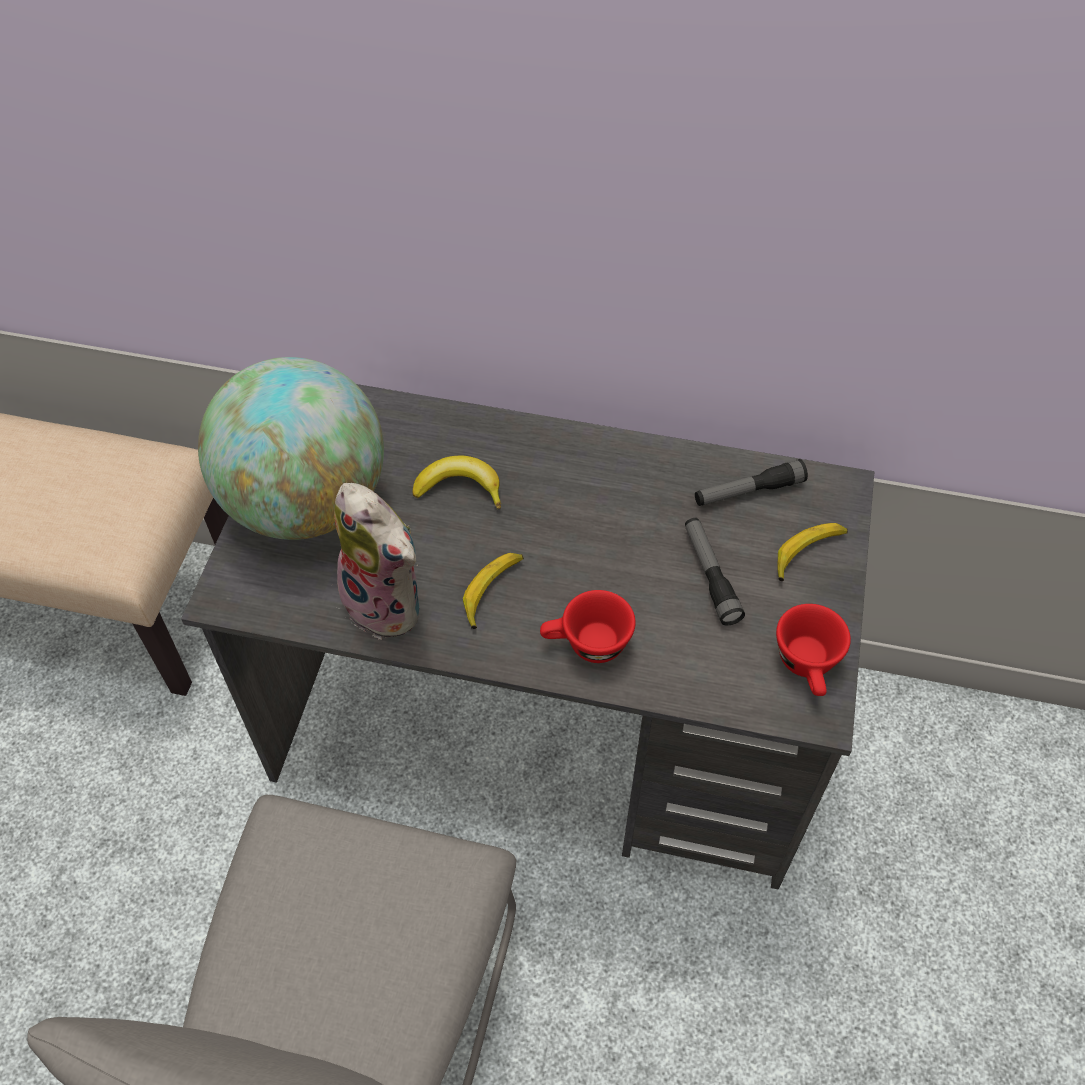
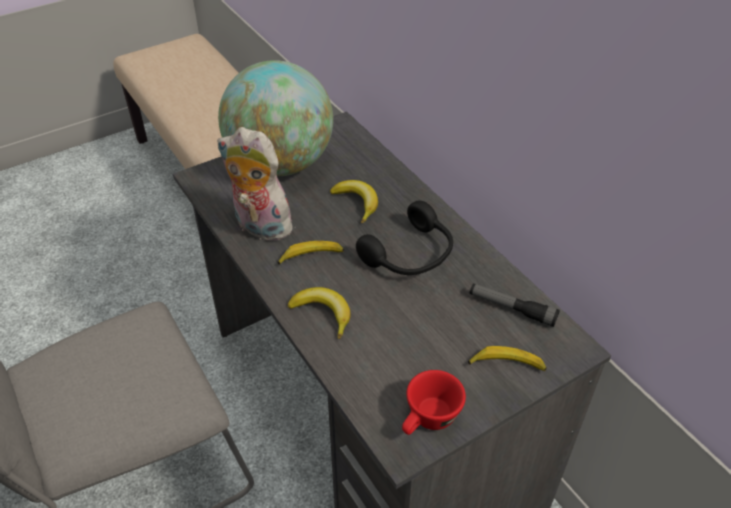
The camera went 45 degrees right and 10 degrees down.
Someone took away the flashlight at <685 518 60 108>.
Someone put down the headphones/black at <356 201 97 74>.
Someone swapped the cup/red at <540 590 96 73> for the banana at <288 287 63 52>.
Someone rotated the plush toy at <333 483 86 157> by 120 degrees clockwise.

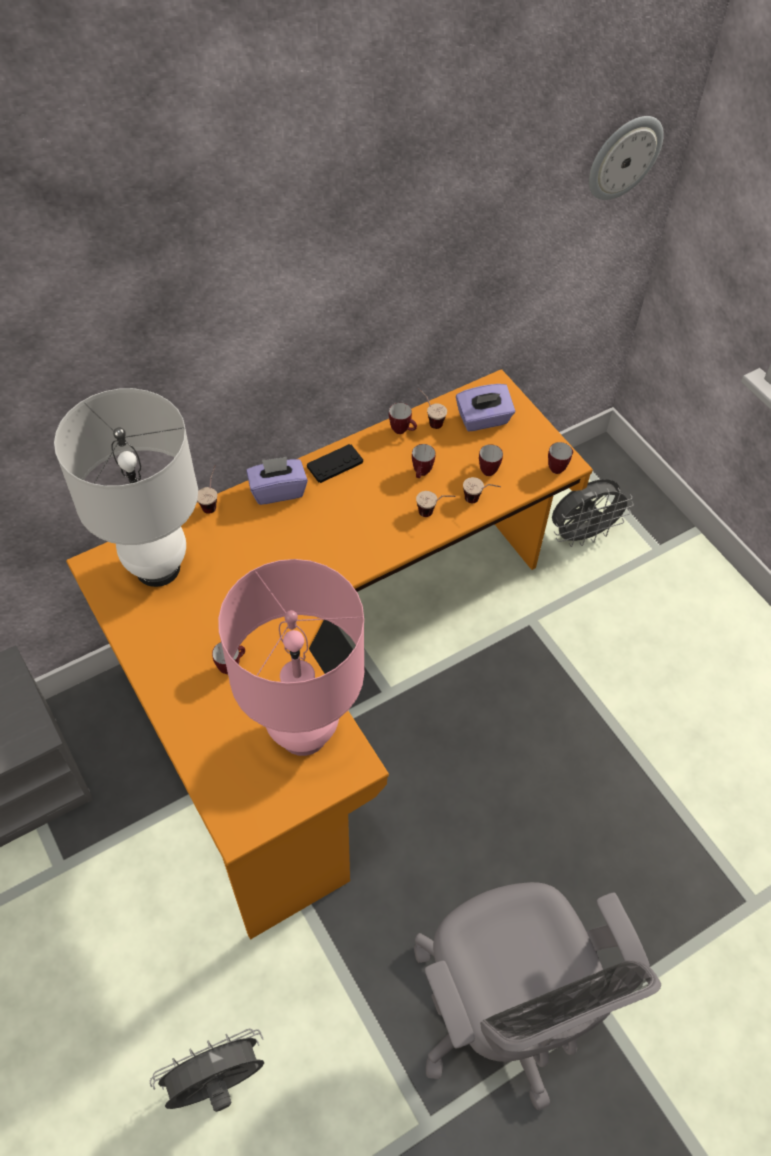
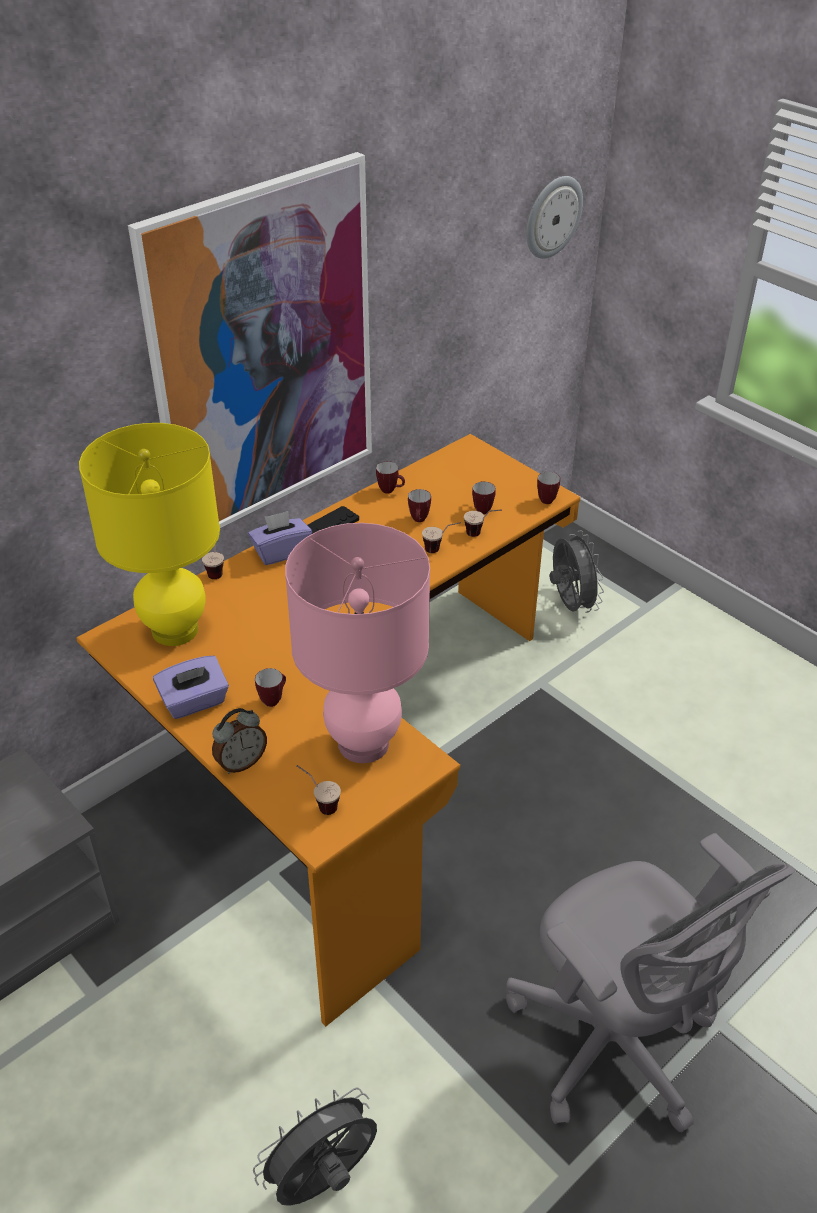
The camera went 10 degrees left and 15 degrees down.
Someone put up the picture at <128 152 244 376>.
Someone put down the alarm clock at <212 708 55 66>.
Someone carried the cup from <417 388 30 41> to <296 765 45 50>.
Someone carried the tissue box/purple from <456 384 59 48> to <153 656 76 63>.
Someone repainted the table lamp/white at <54 388 144 199>, which became the table lamp/yellow at <79 423 141 223>.
Someone rotated the fan/grey at <552 479 82 68> by 75 degrees counterclockwise.

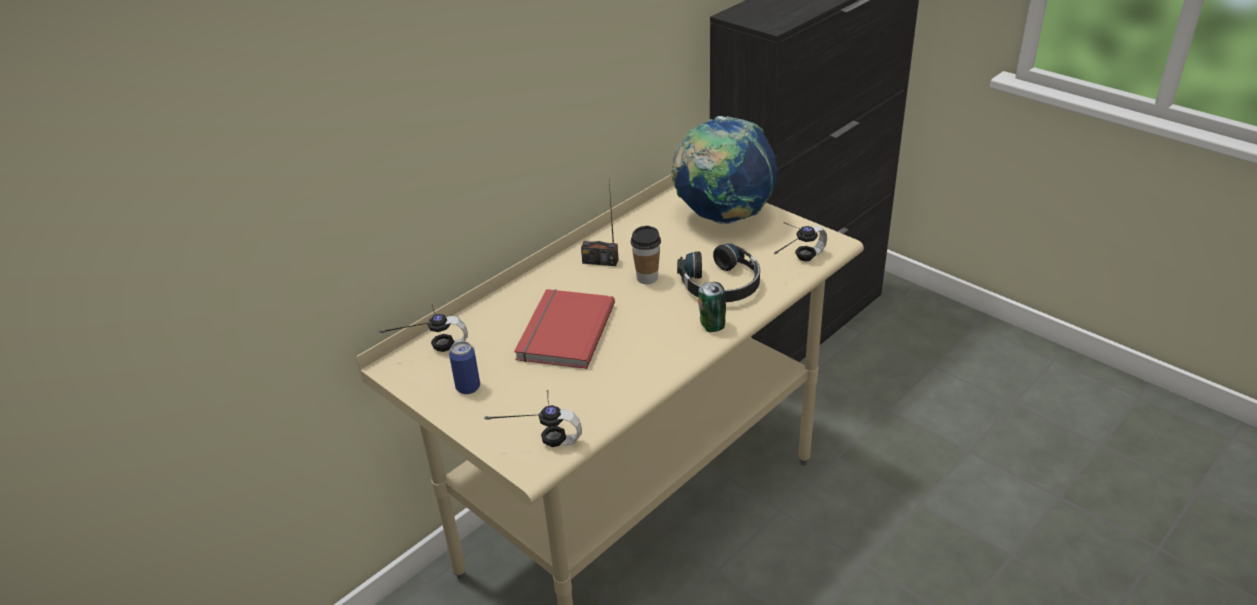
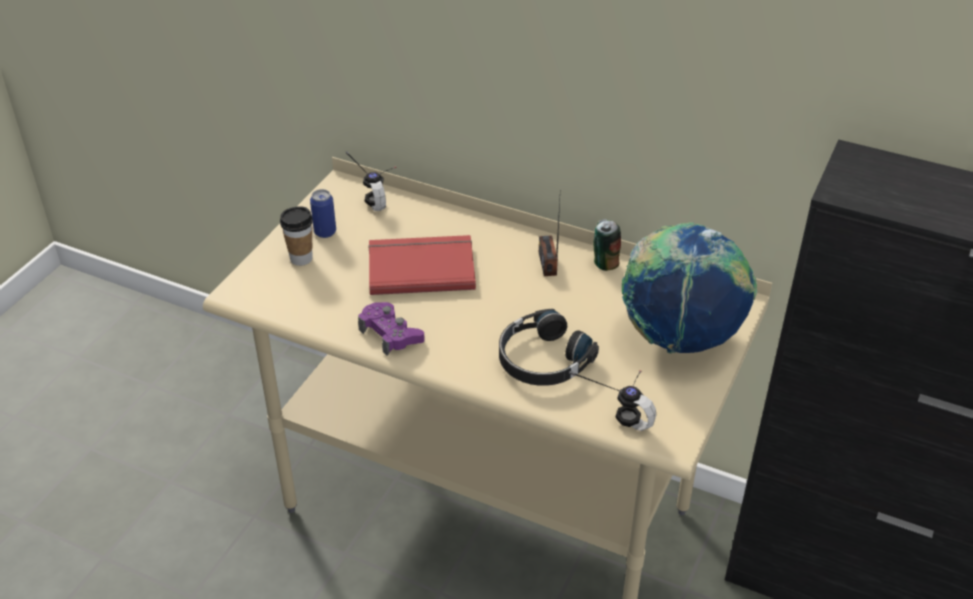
The camera went 70 degrees right and 5 degrees up.
Someone took away the headphones at <484 390 98 57>.
Someone put down the game controller/purple at <358 302 67 54>.
Someone carried the cup from <631 226 30 58> to <280 206 33 60>.
Someone carried the can from <698 282 28 50> to <593 219 28 52>.

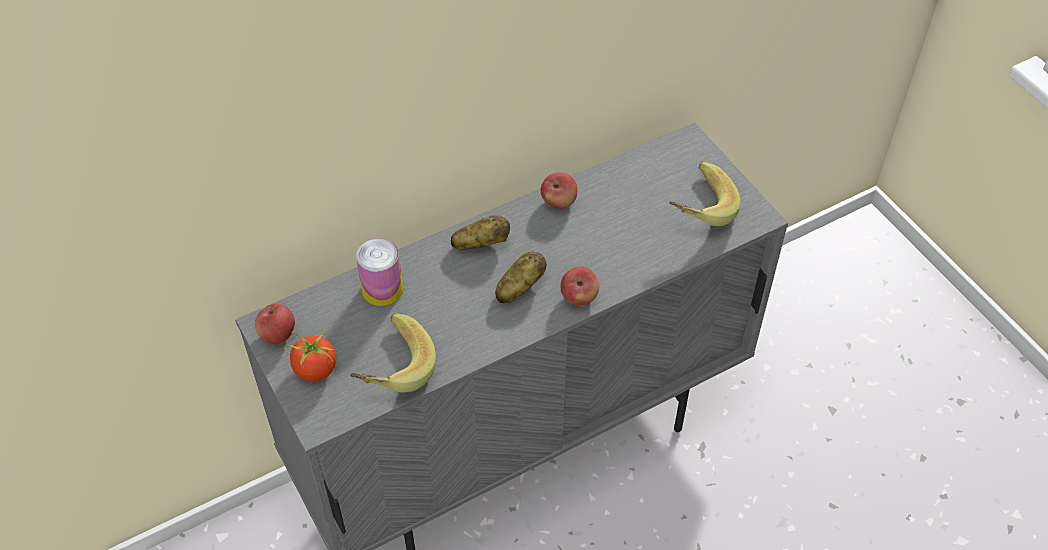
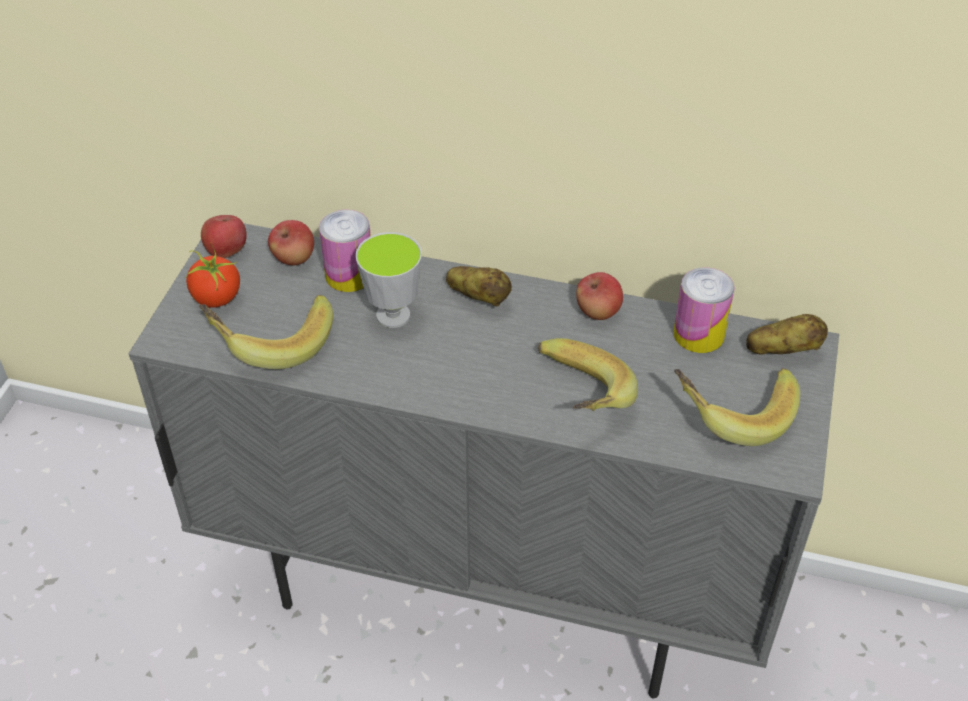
The camera went 45 degrees right and 5 degrees down.
Someone put down the cup at <355 232 67 96>.
Someone put down the banana at <538 338 100 73>.
Someone put down the can at <673 267 62 86>.
Someone carried the potato from <495 252 52 51> to <746 314 82 41>.
Someone carried the apple from <561 266 39 39> to <268 220 46 45>.

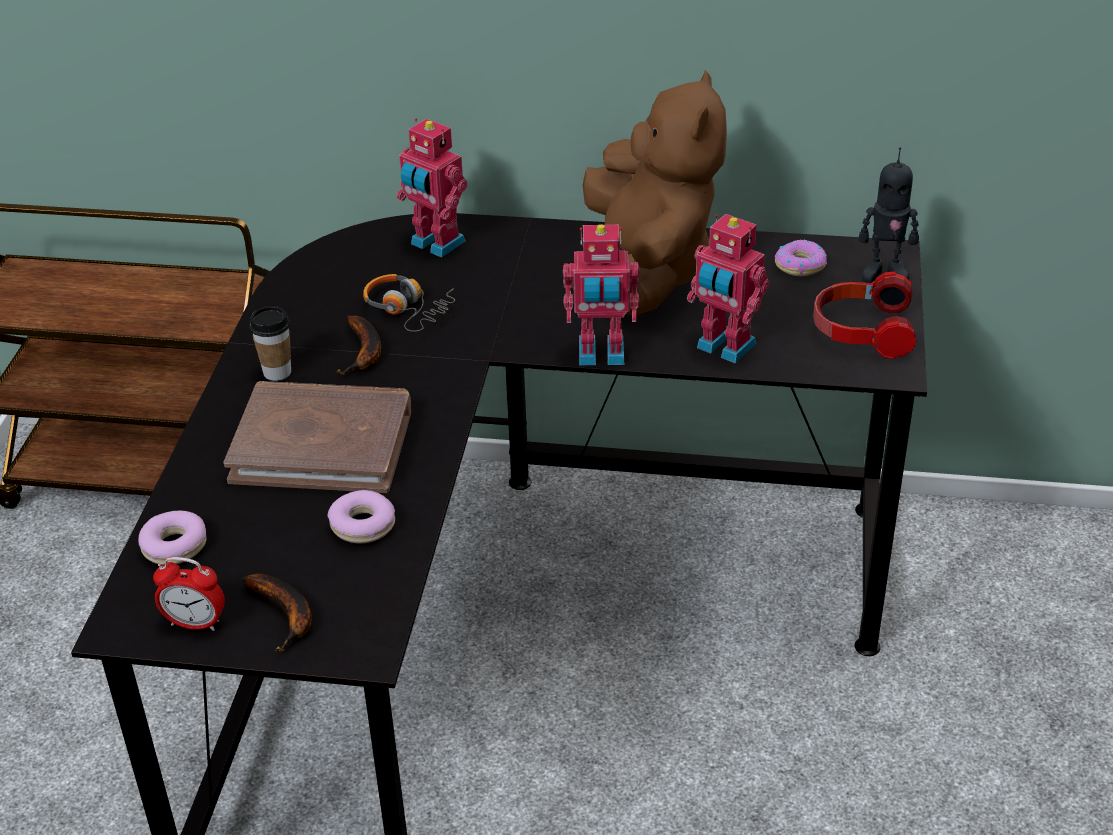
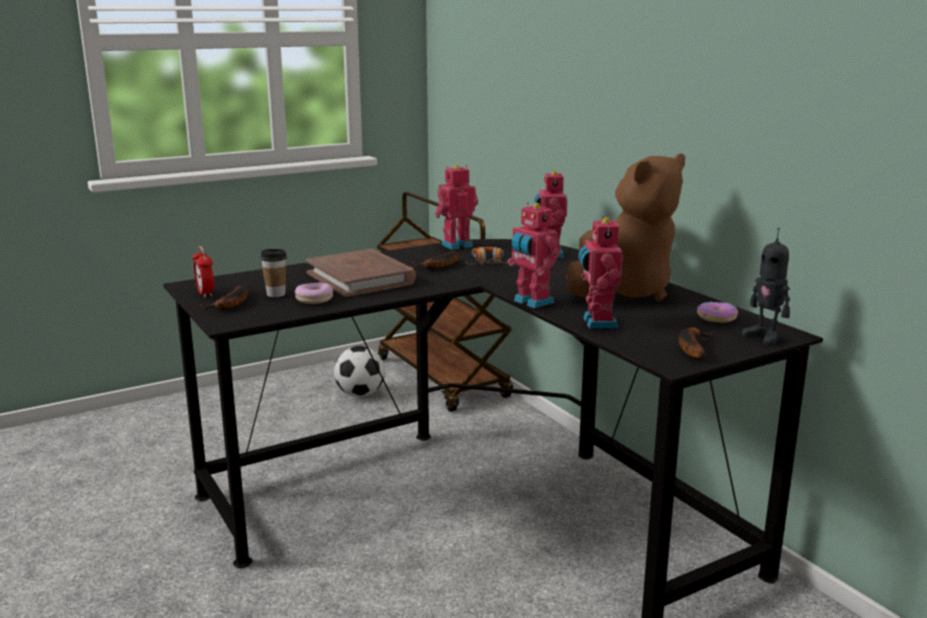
The camera went 50 degrees right and 20 degrees down.
Someone took away the donut at <138 510 68 55>.
Someone put down the football at <334 346 51 51>.
Someone put down the toy robot at <435 165 43 85>.
Someone carried the cup from <249 306 42 75> to <260 249 27 48>.
Someone swapped the headphones at <813 271 103 88> for the banana at <679 327 37 31>.

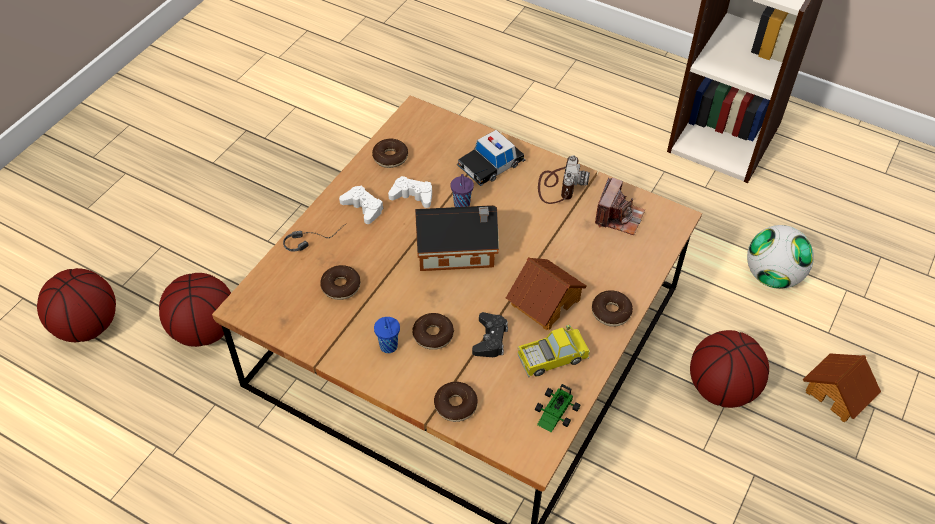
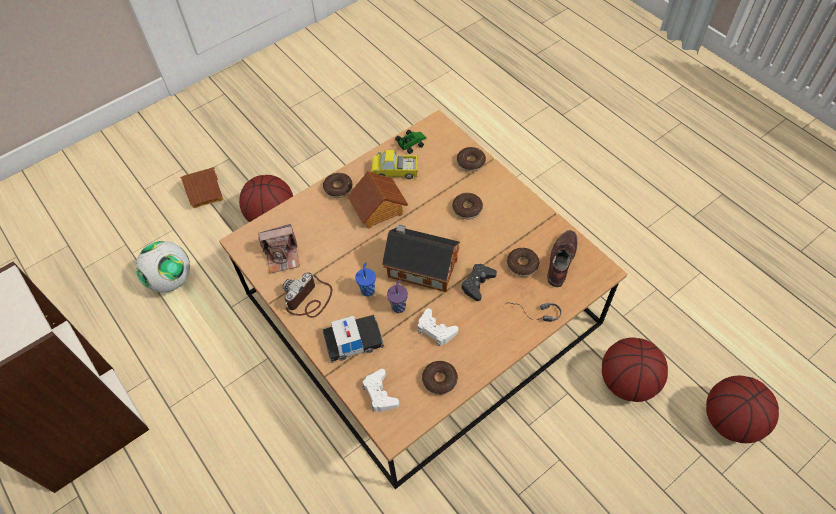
The camera went 155 degrees left and 5 degrees up.
Someone put down the shoe/brown at <547 230 30 58>.
Someone carried the game controller/white from <339 186 45 38> to <363 369 36 43>.
Someone carried the cup/blue from <374 317 26 36> to <355 263 21 34>.
Someone carried the game controller/black from <472 312 36 45> to <461 264 36 37>.
Someone rotated the photo camera at <595 177 50 58> by 150 degrees counterclockwise.

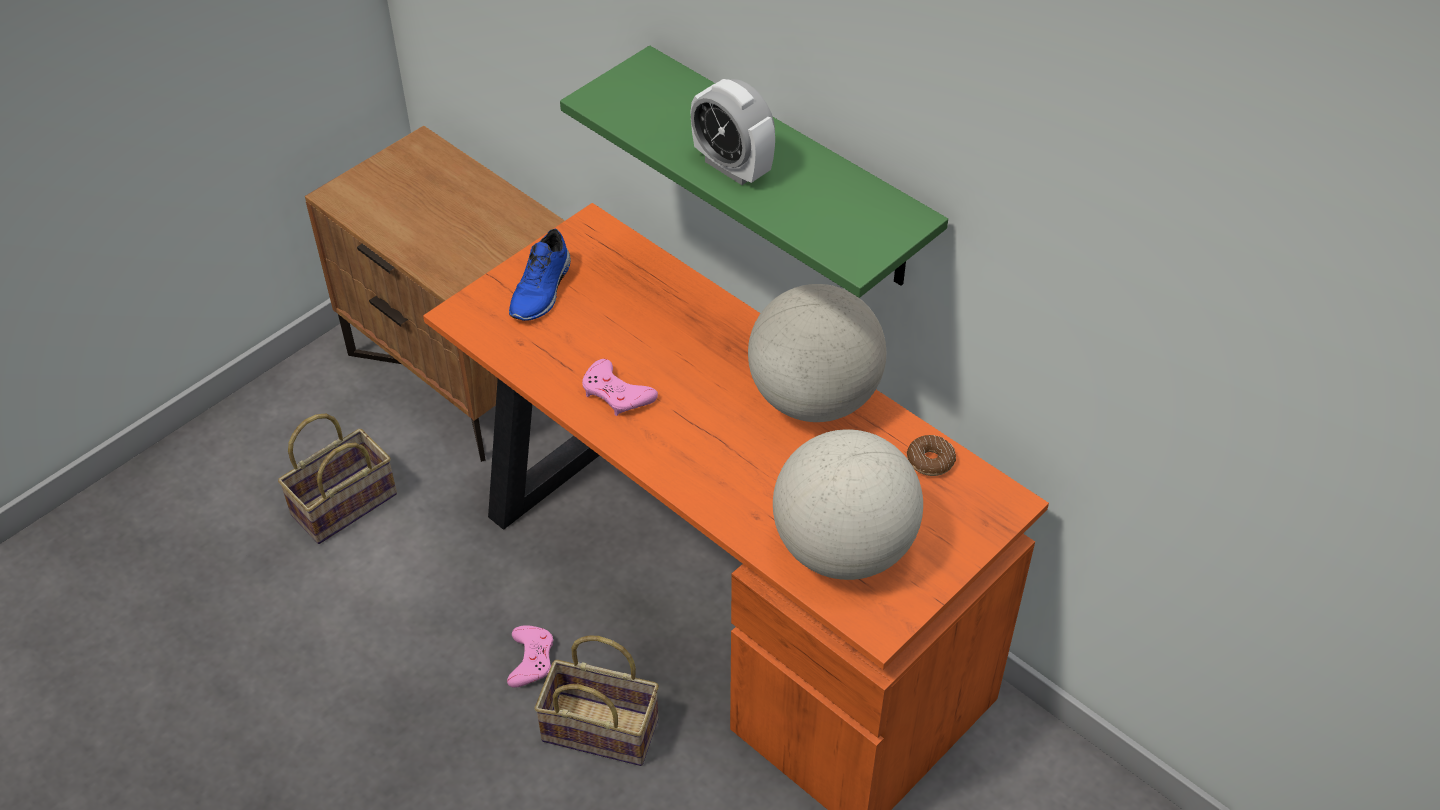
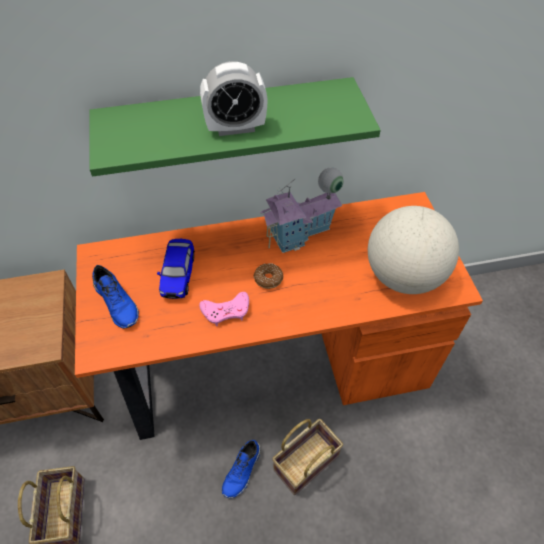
The camera went 55 degrees left and 5 degrees up.
Someone put down the toy car at <157 239 38 60>.
Someone carried the donut from <907 435 49 41> to <253 263 30 26>.
Someone swapped the game controller/pink at <507 625 46 63> for the shoe/blue at <222 440 39 58>.
Someone swapped the globe at <748 284 138 138> for the toy house at <259 167 85 86>.

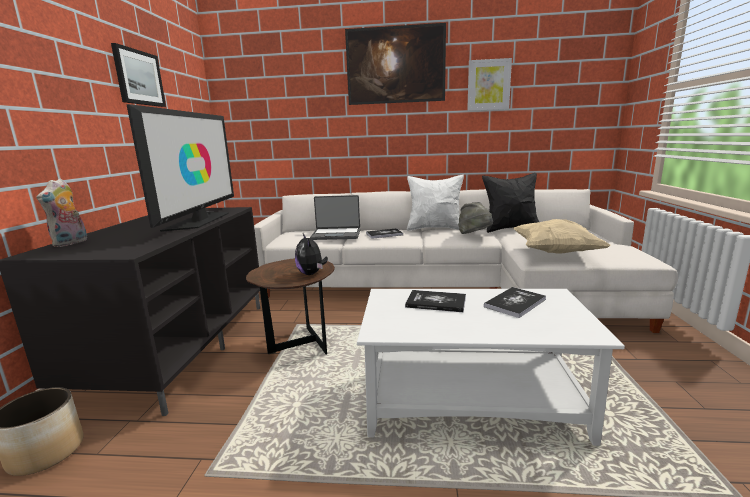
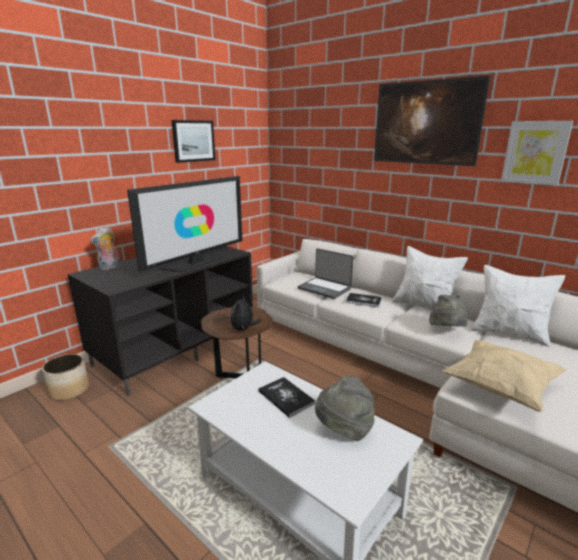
The camera went 35 degrees right and 5 degrees up.
Someone swapped the book at <484 287 62 31> for the hat/grey at <315 376 60 65>.
Someone repainted the pillow/black at <482 173 57 60>, which became the pillow/white at <471 265 94 82>.

